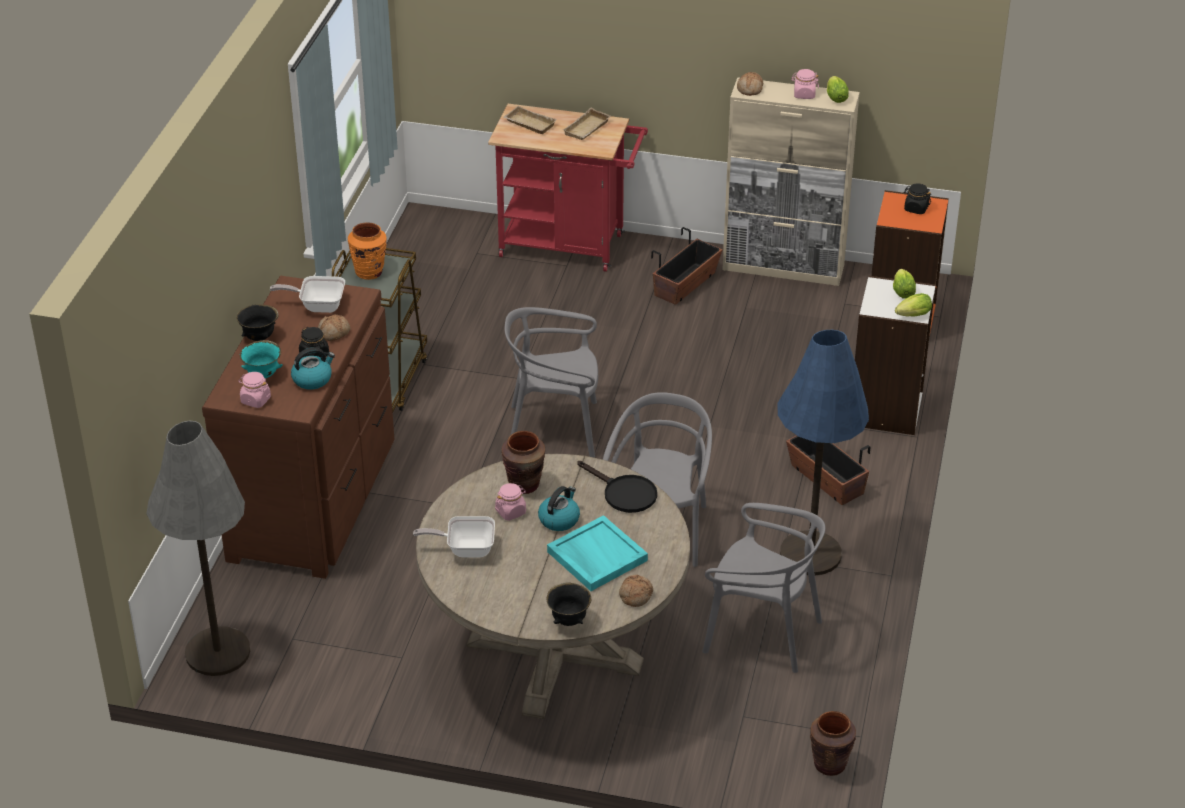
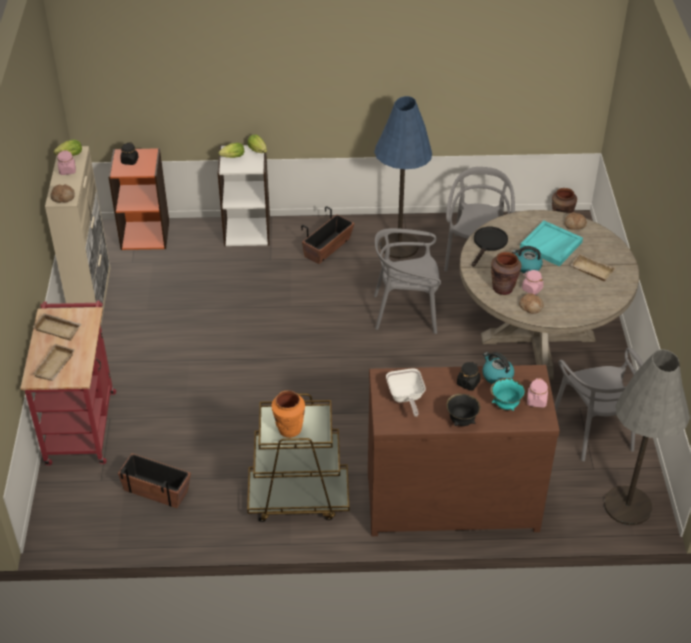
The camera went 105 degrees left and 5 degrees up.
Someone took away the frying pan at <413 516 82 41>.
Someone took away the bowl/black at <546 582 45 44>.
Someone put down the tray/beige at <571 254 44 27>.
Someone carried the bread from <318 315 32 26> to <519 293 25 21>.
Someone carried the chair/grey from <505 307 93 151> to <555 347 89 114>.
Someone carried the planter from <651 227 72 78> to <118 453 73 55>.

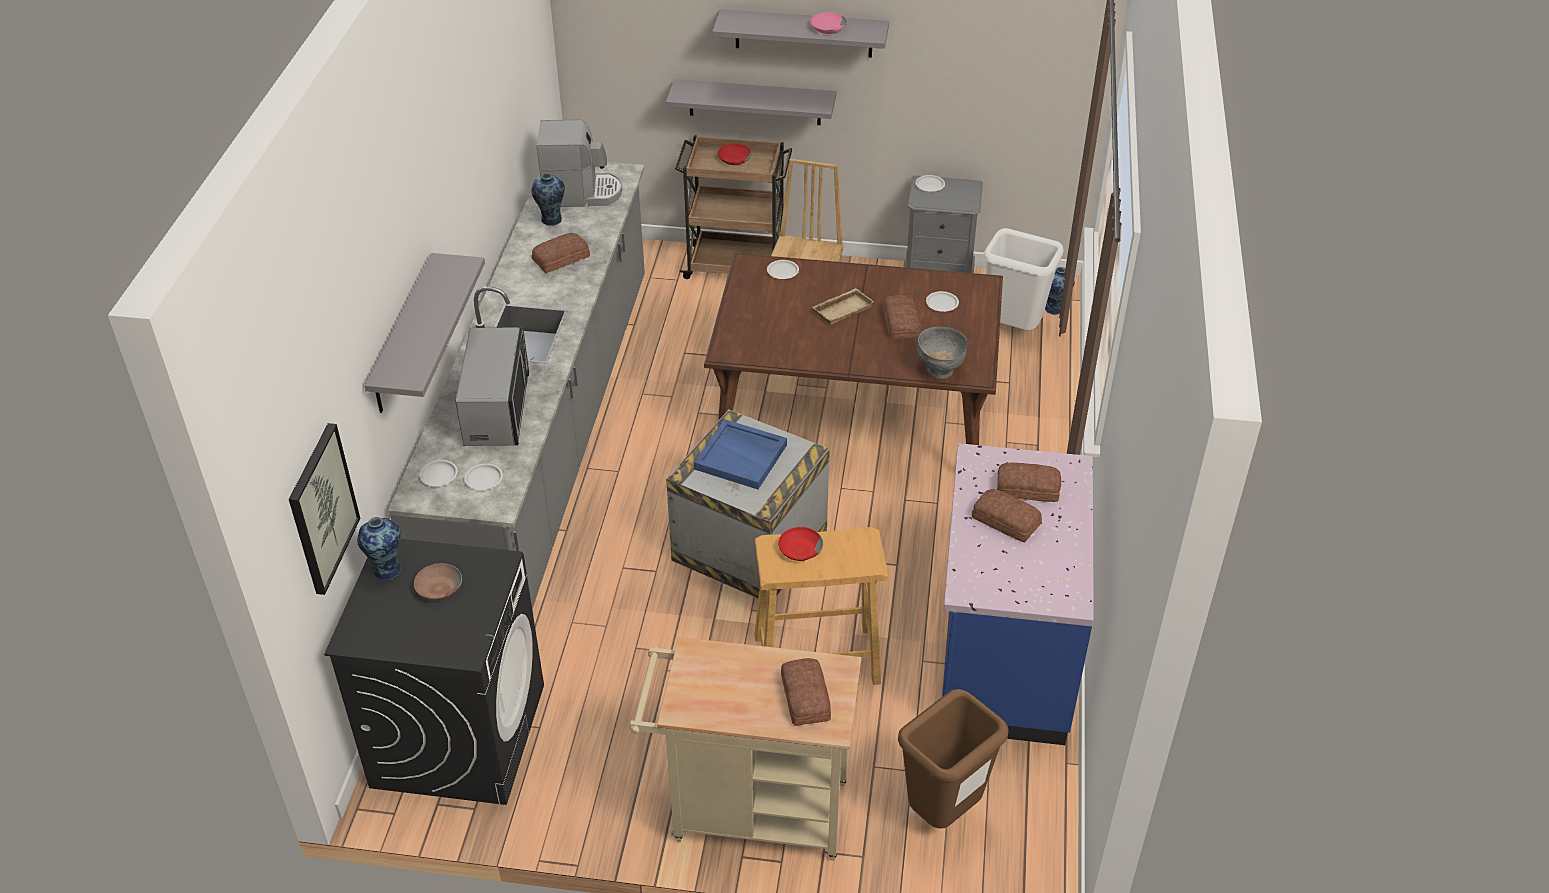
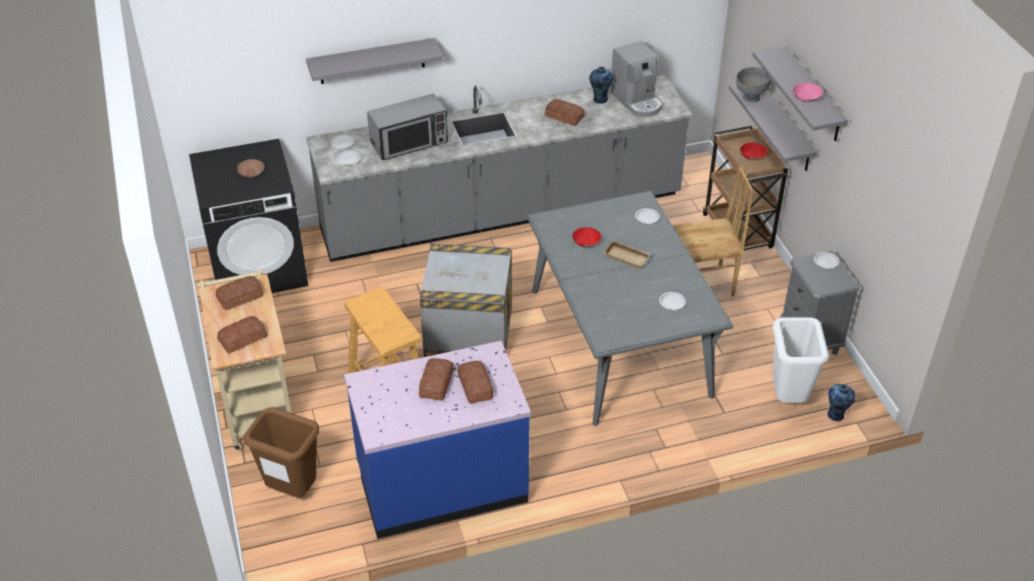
The camera went 65 degrees right and 0 degrees up.
Someone took away the picture at <289 423 71 172>.
Someone took away the vase at <357 517 44 63>.
Someone took away the tray/blue at <694 419 93 70>.
Someone carried the bowl/red from <778 527 45 34> to <572 227 29 20>.
Someone carried the bread from <883 295 37 45> to <216 276 48 34>.
Someone carried the bowl/grey from <917 327 50 52> to <736 67 35 36>.
Someone repainted the dining table/brown at <704 253 299 192>, which became the dining table/grey at <527 191 206 235>.

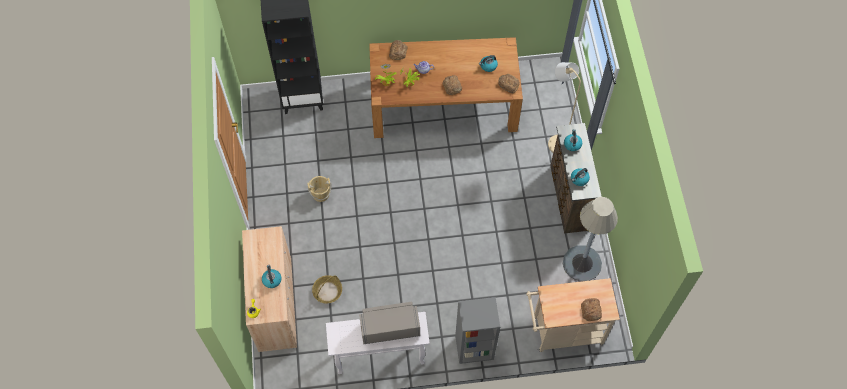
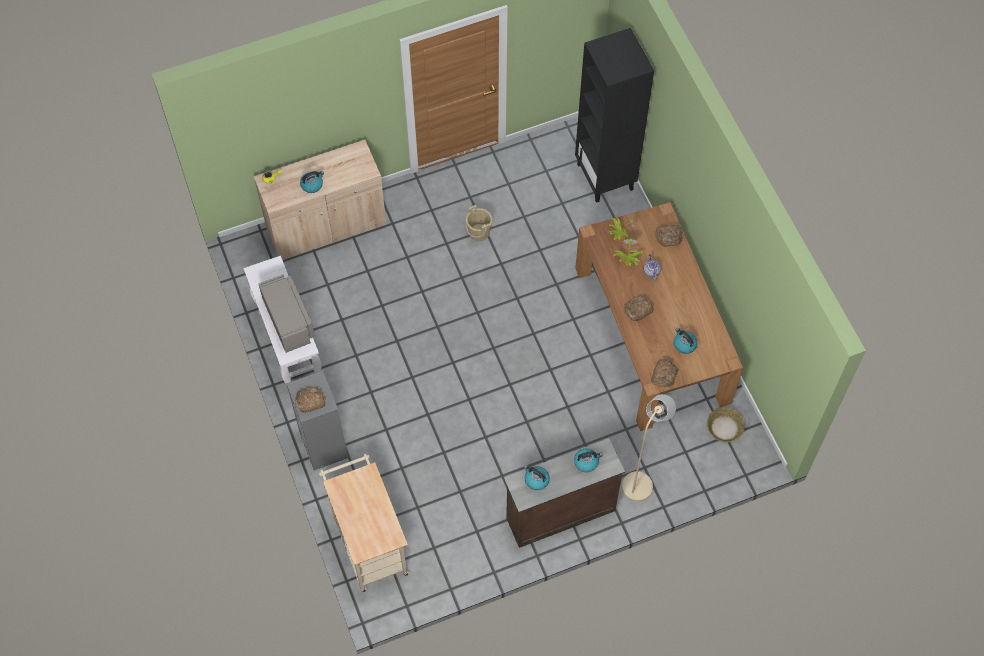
The camera went 75 degrees right and 0 degrees up.
Someone took away the floor lamp/grey at <563 197 55 85>.
Someone carried the basket from <312 275 30 28> to <707 408 38 34>.
Someone carried the bread from <581 298 21 23> to <295 387 31 26>.

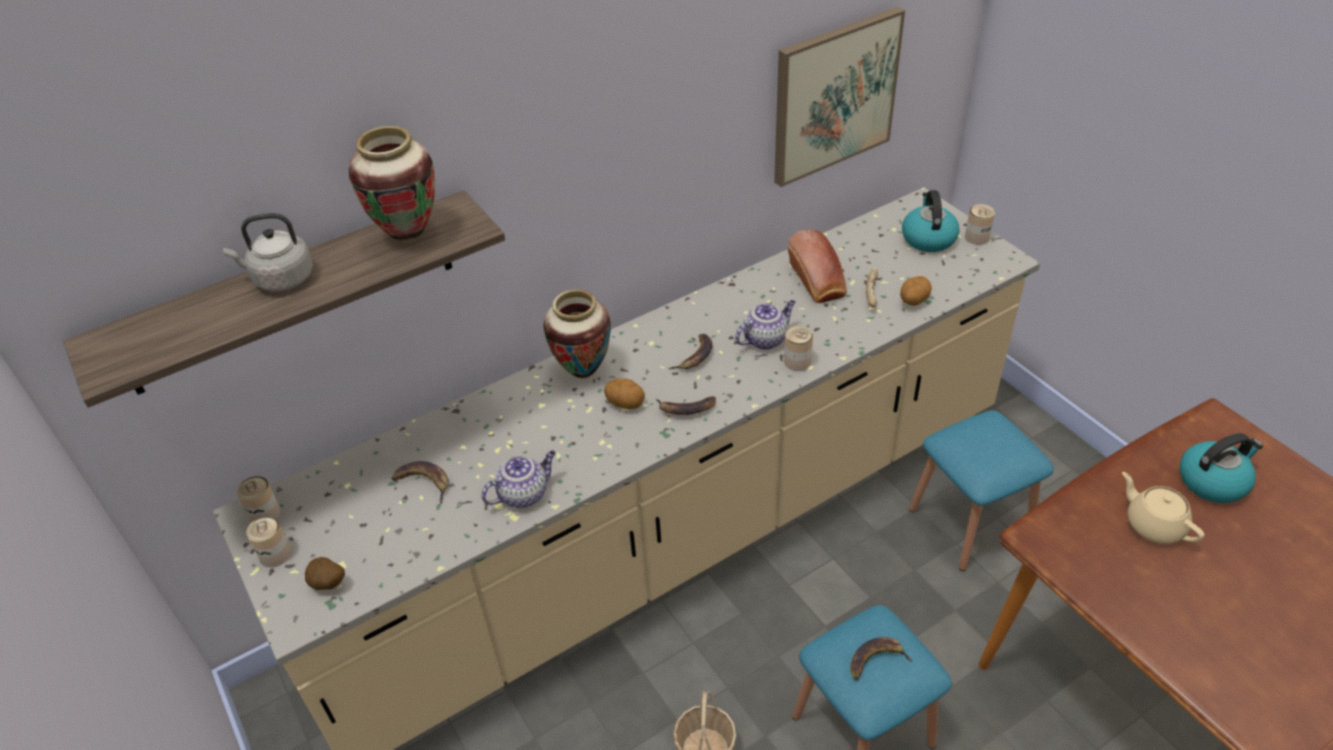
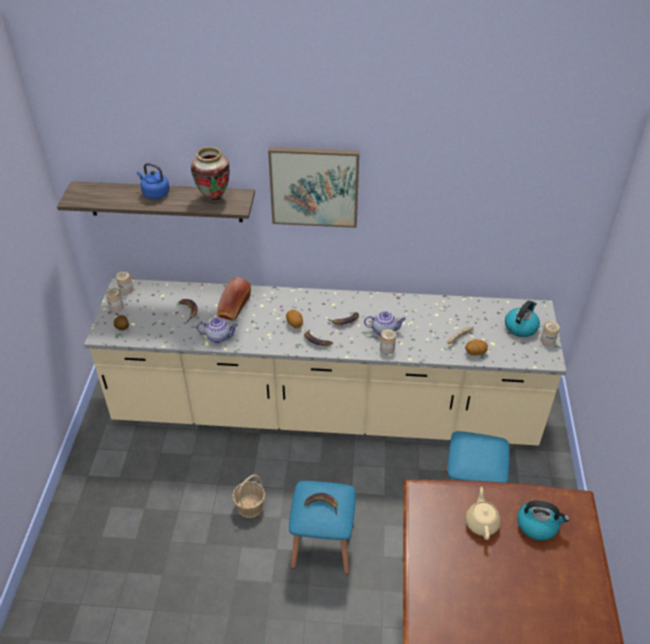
The camera went 35 degrees right and 0 degrees up.
Someone took away the vase at <543 289 68 90>.
Someone carried the picture from <774 7 131 180> to <268 147 91 81>.
Someone carried the bread from <788 229 59 74> to <217 277 34 44>.
Someone repainted the kettle/grey at <223 213 90 78>, which became the kettle/blue at <137 163 33 36>.

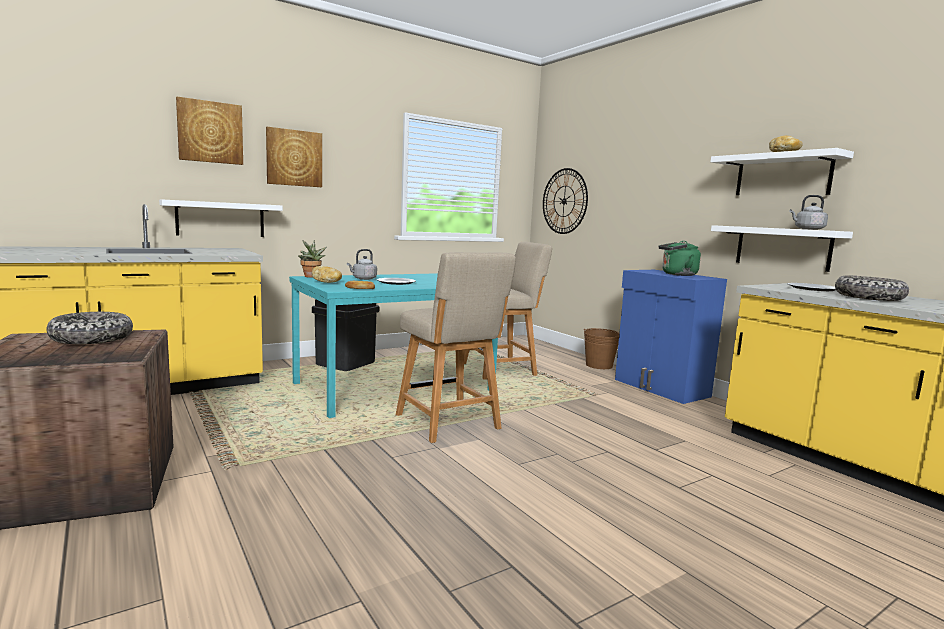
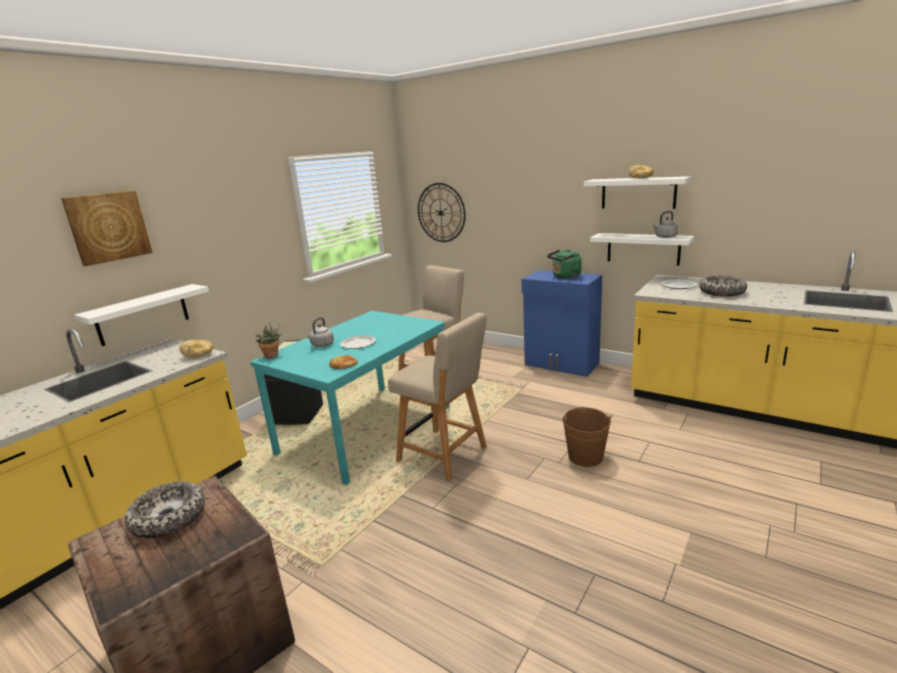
The camera went 20 degrees left and 10 degrees up.
Someone took away the picture at <266 127 56 60>.
Someone carried the bread from <312 266 30 17> to <179 340 34 18>.
Someone carried the bucket/brown from <584 328 35 41> to <562 407 49 60>.

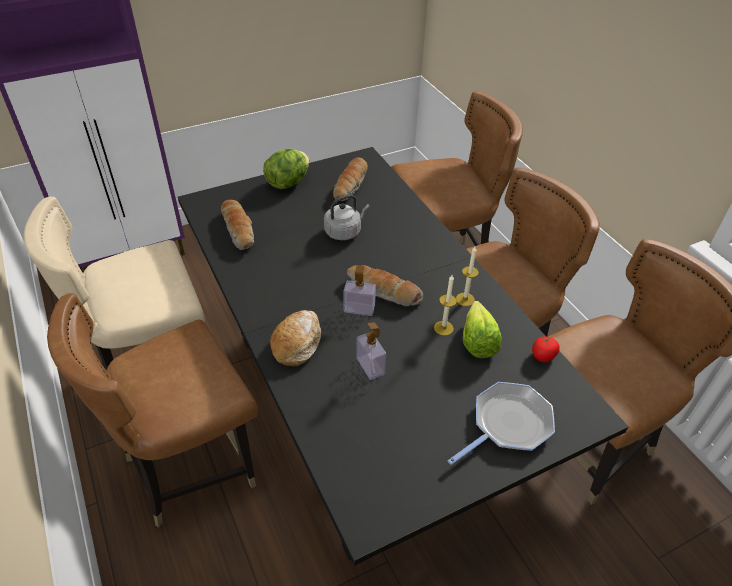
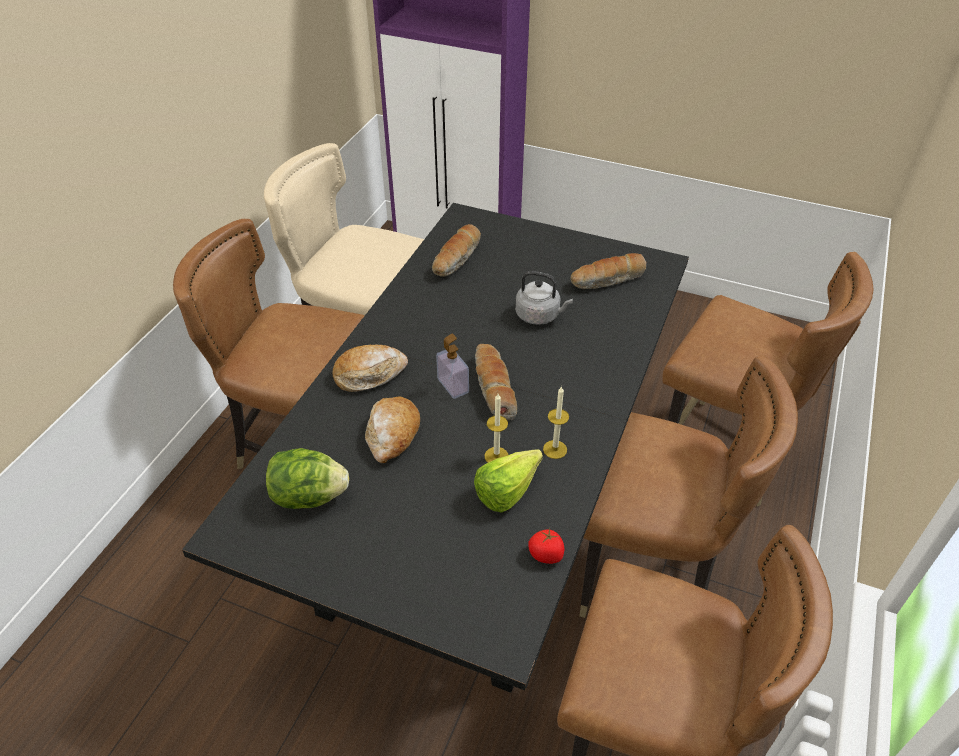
The camera went 50 degrees right and 0 degrees up.
Someone took away the frying pan at <448 382 107 83>.
Someone carried the lettuce from <263 149 46 40> to <266 448 83 61>.
Someone swapped the soap dispenser at <356 322 30 58> for the bread at <365 396 55 67>.

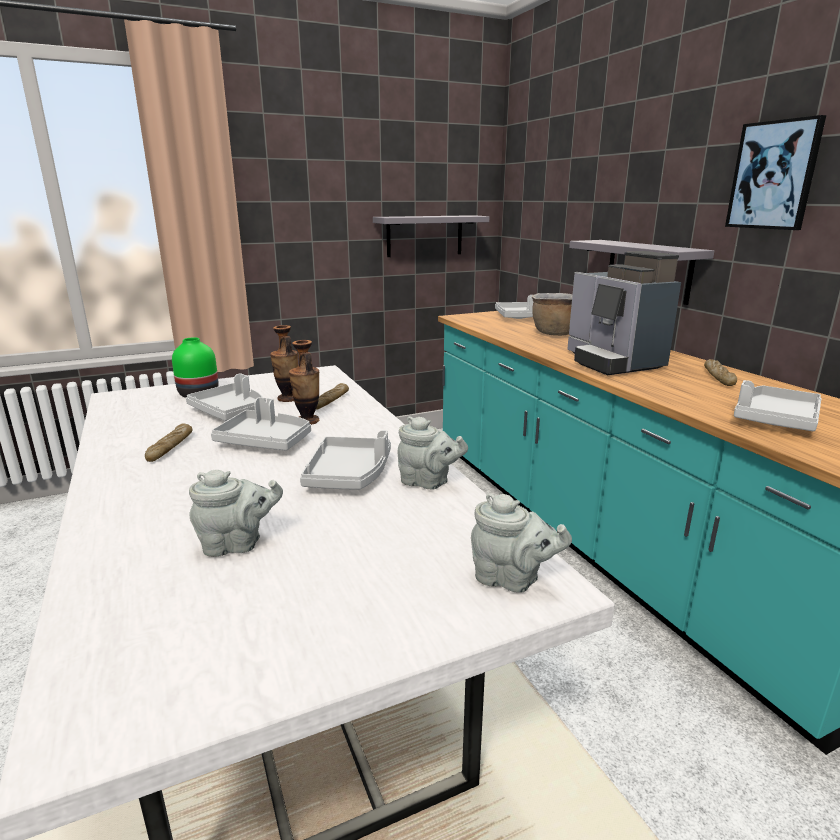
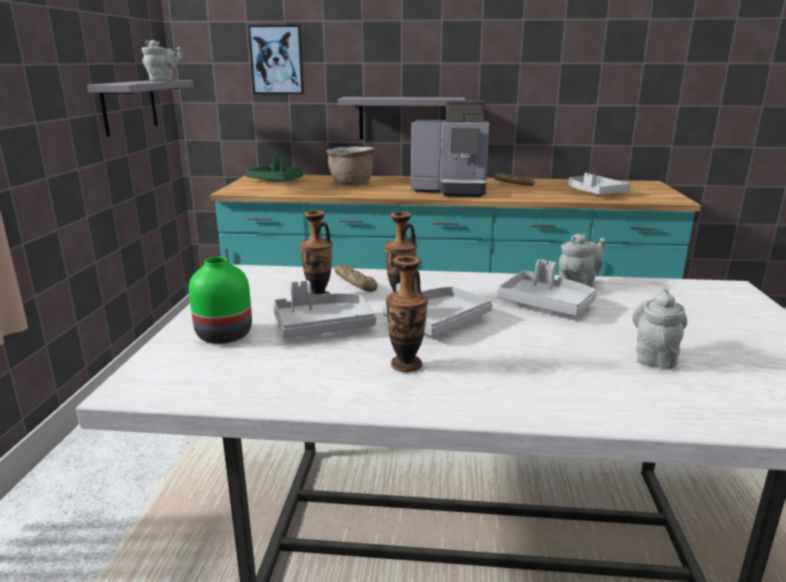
The camera went 60 degrees left and 0 degrees up.
Someone carried the teapot/grey from <471 493 101 100> to <142 40 41 41>.
Someone carried the picture from <725 115 101 115> to <248 25 56 69>.
Someone swapped the bread at <145 423 47 39> for the vase at <386 256 42 116>.
Someone repainted the tray/grey at <495 295 39 24>, which became the tray/green at <246 157 57 24>.

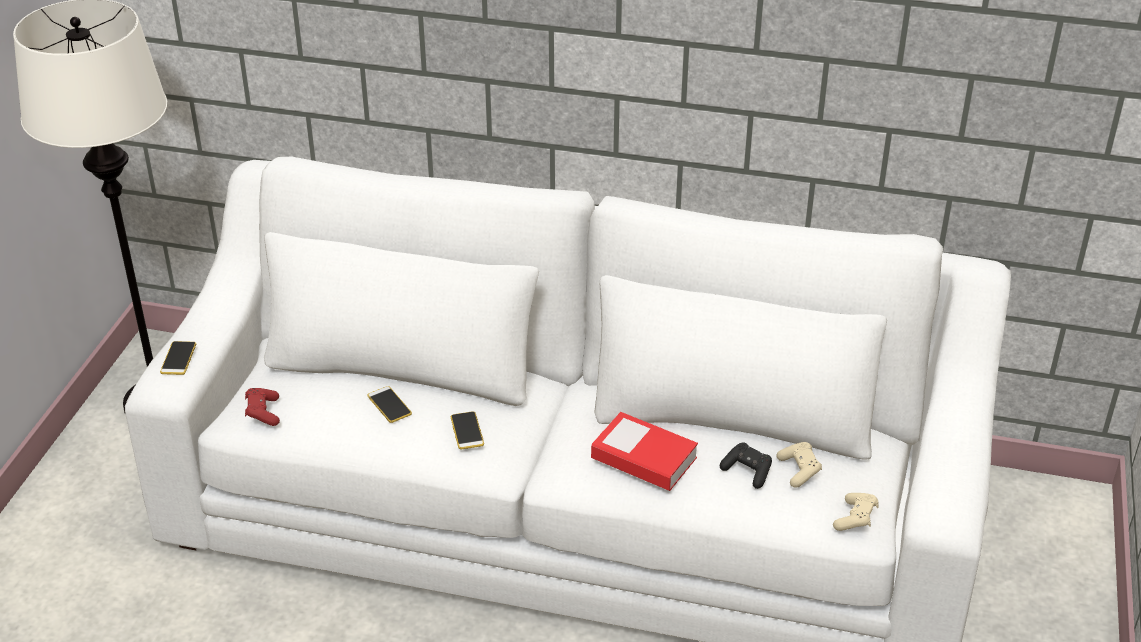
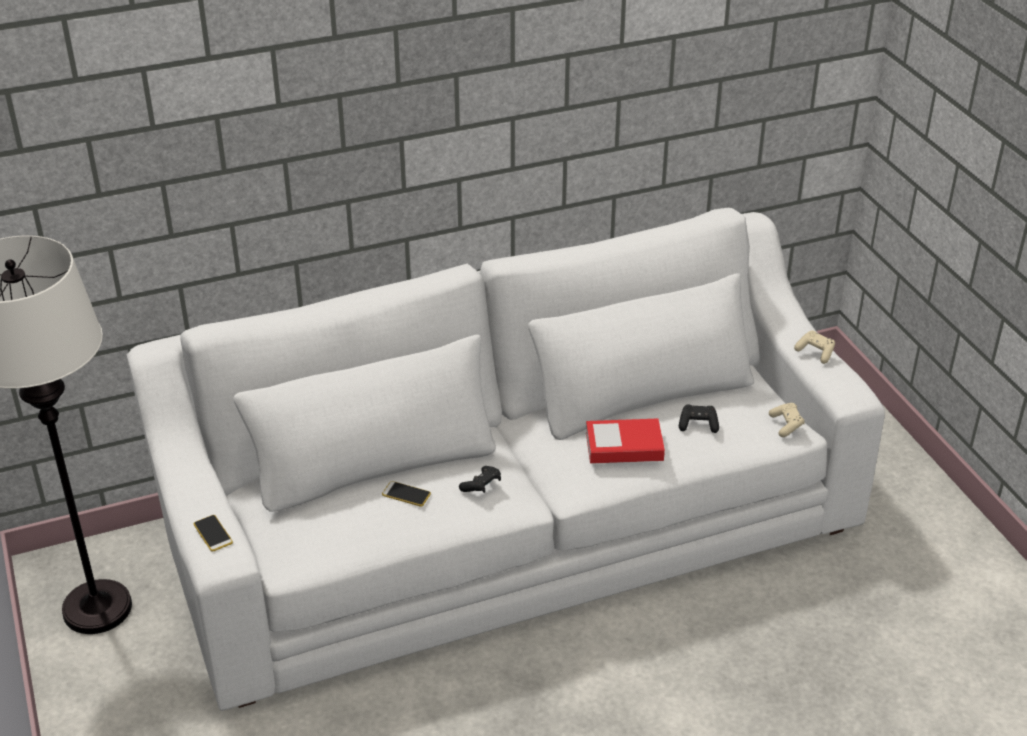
The camera went 35 degrees left and 0 degrees up.
Someone took away the game controller/red at <245 388 35 38>.
Someone carried the game controller/beige from <777 442 45 46> to <794 330 41 34>.
Someone swapped the phone at <451 411 33 38> for the game controller/black at <459 466 42 27>.

